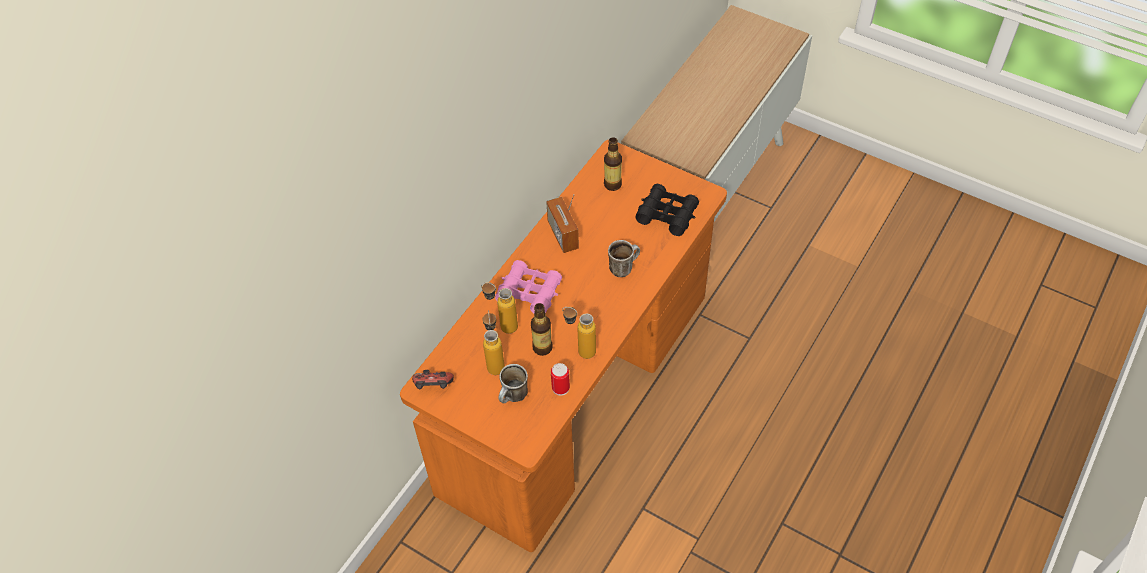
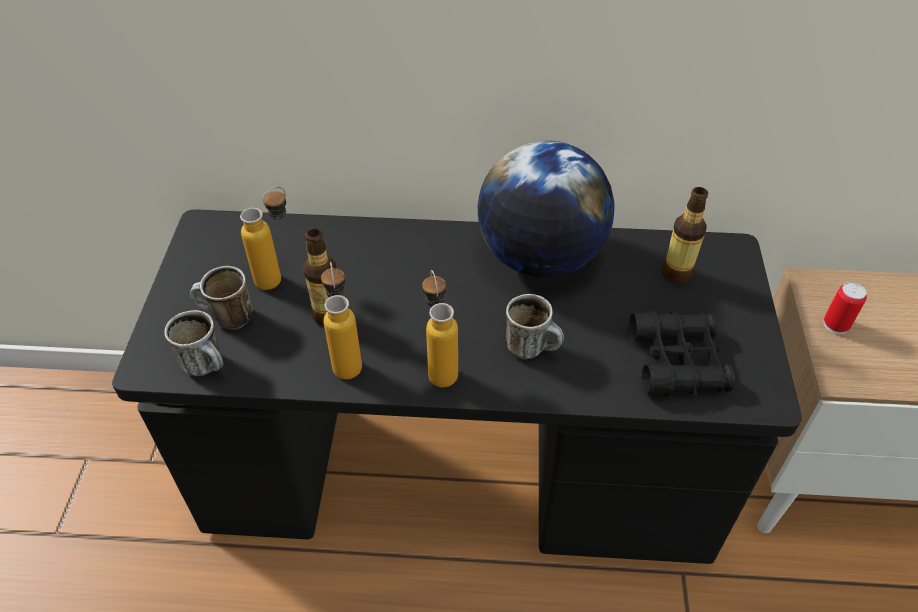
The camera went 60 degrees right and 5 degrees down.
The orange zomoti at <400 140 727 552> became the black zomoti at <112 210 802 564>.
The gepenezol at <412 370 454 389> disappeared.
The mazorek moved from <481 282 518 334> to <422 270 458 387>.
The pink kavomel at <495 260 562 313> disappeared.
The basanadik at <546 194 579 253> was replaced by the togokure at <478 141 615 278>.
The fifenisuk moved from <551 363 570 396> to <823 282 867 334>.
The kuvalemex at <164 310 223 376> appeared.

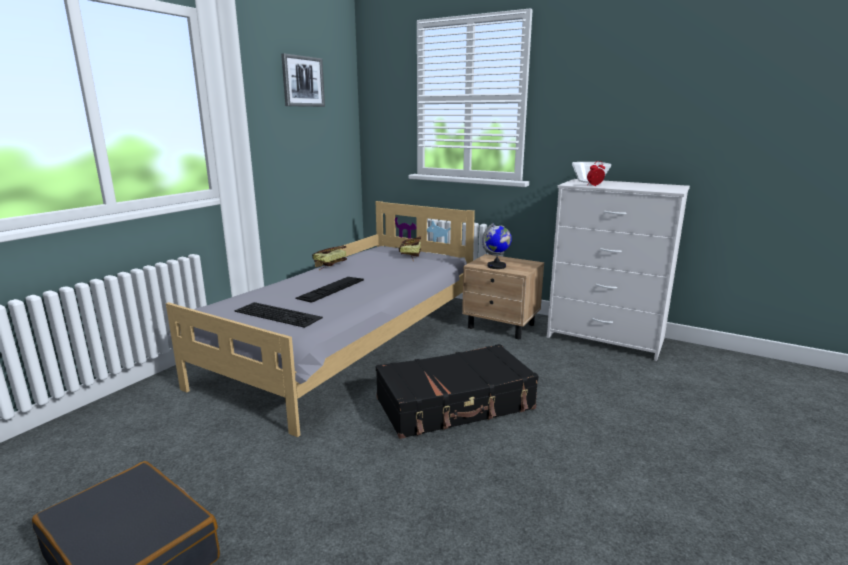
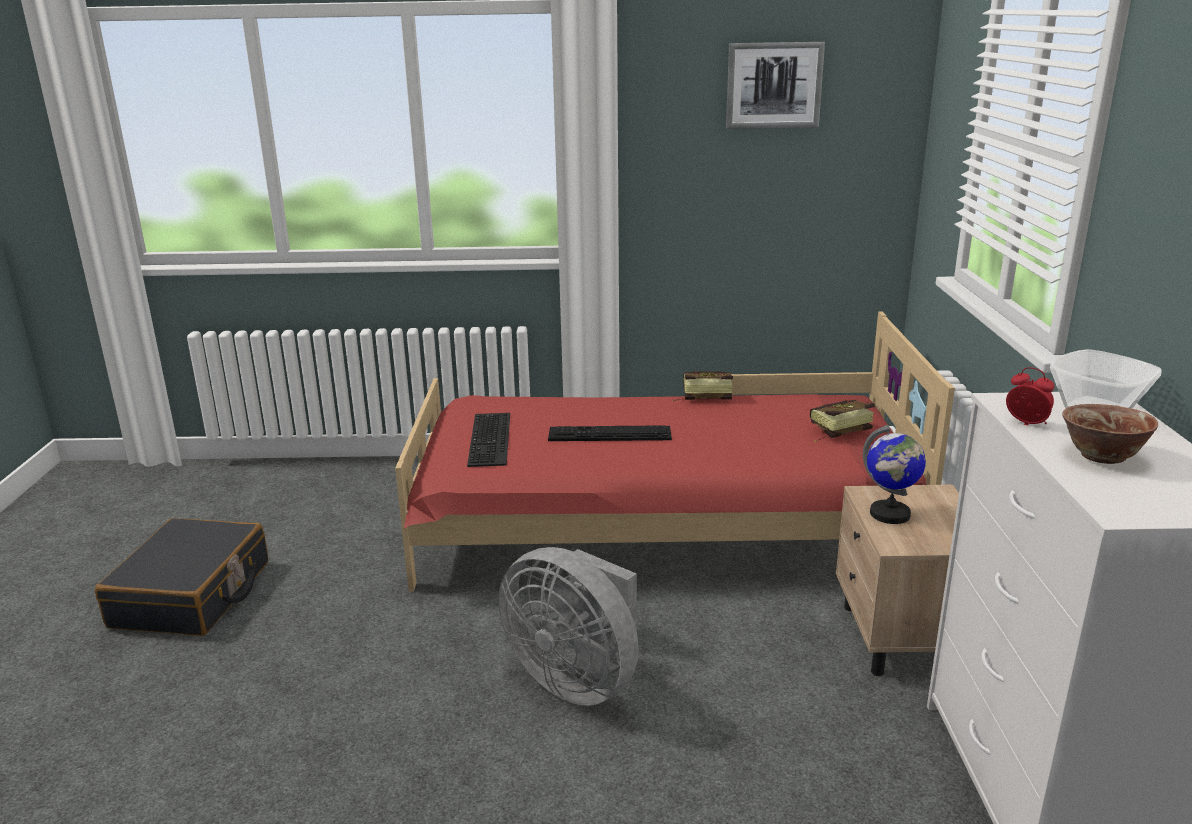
The camera went 60 degrees right and 5 degrees up.
The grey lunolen at <166 201 475 437> became the red lunolen at <395 312 955 591>.
The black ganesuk at <376 344 538 439> was replaced by the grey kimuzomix at <499 547 639 706>.
The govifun at <1062 404 1158 464> appeared.

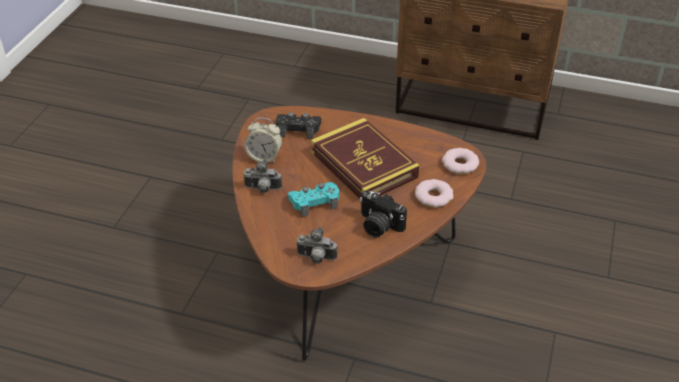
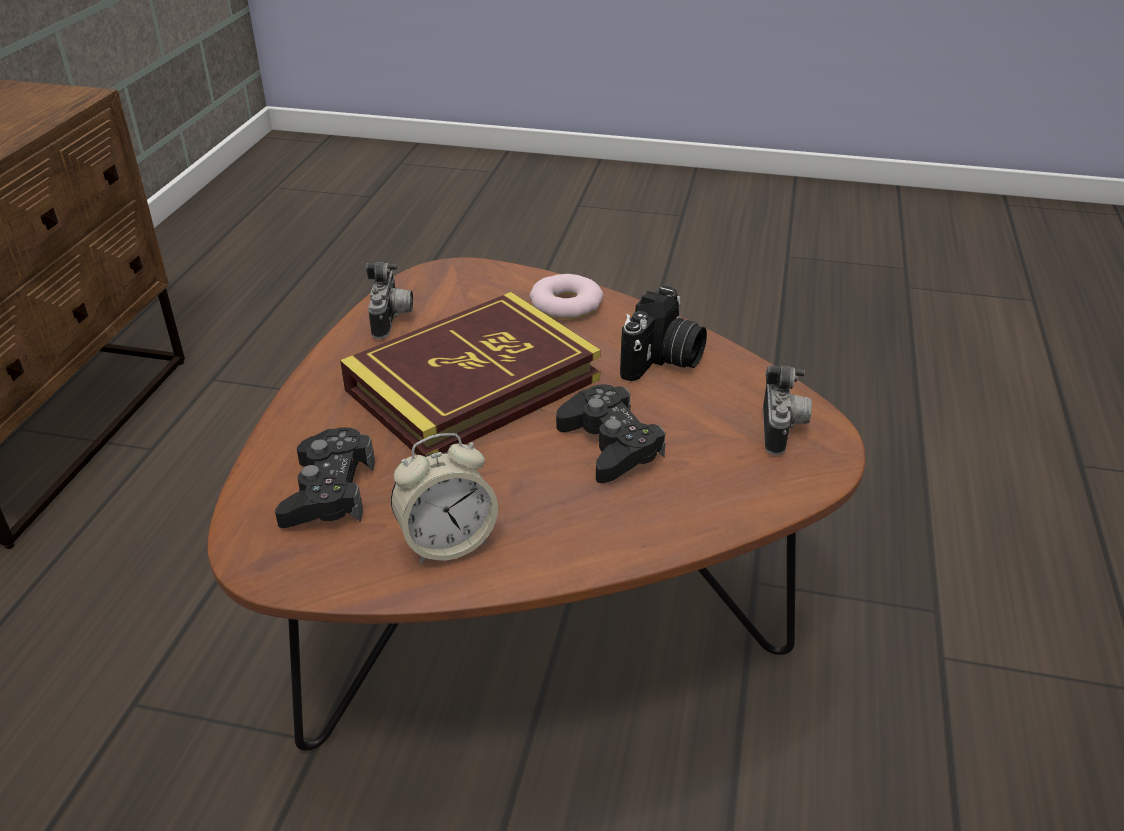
The camera went 95 degrees left and 5 degrees down.
The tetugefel at <244 118 282 163> turned 60 degrees clockwise.
The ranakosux moved from <244 159 282 193> to <366 262 413 339>.
The turquoise gepenezol at <288 182 339 217> became the black gepenezol at <556 384 666 483>.
The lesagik at <442 148 479 174> disappeared.

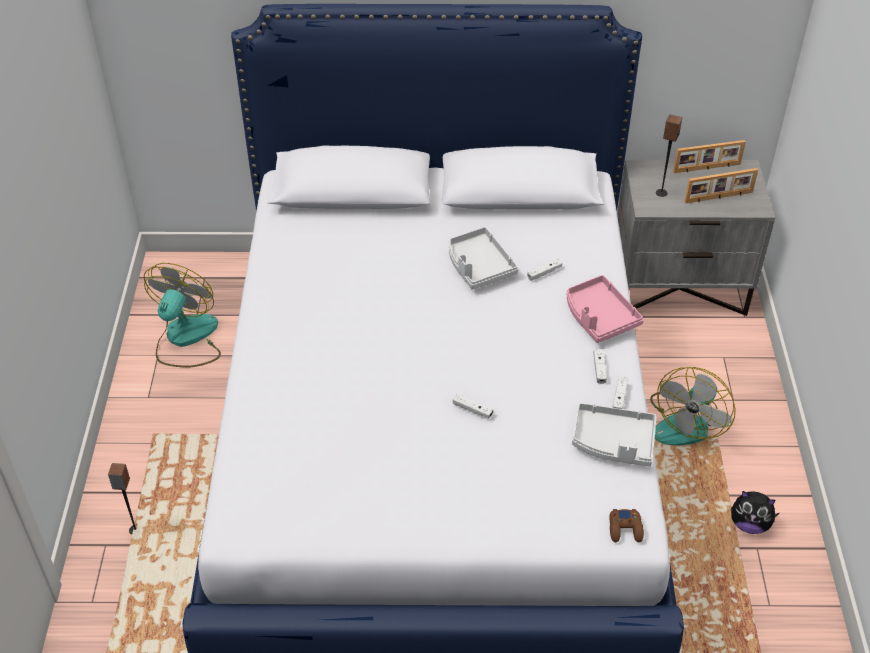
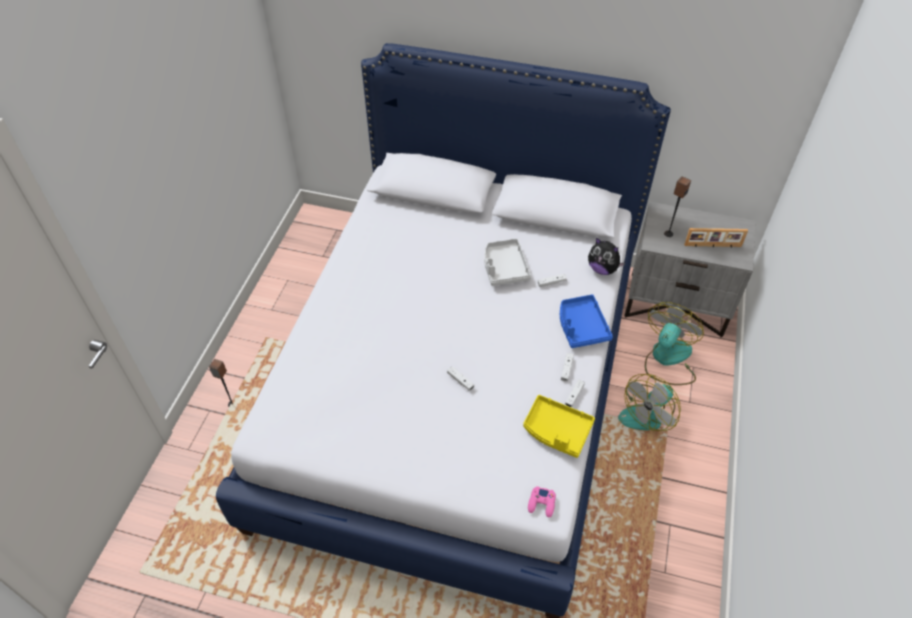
The camera went 15 degrees right and 5 degrees up.
The kimuzomix moved from <144 263 221 368> to <645 302 704 385>.
The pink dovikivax at <567 275 644 343> became the blue dovikivax at <560 294 613 348>.
The grey dovikivax at <572 403 657 466> became the yellow dovikivax at <523 395 595 458>.
The brown gepenezol at <609 509 644 542> became the pink gepenezol at <528 486 556 517>.
The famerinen at <673 140 746 173> disappeared.
The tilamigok moved from <731 491 779 534> to <588 237 625 275>.

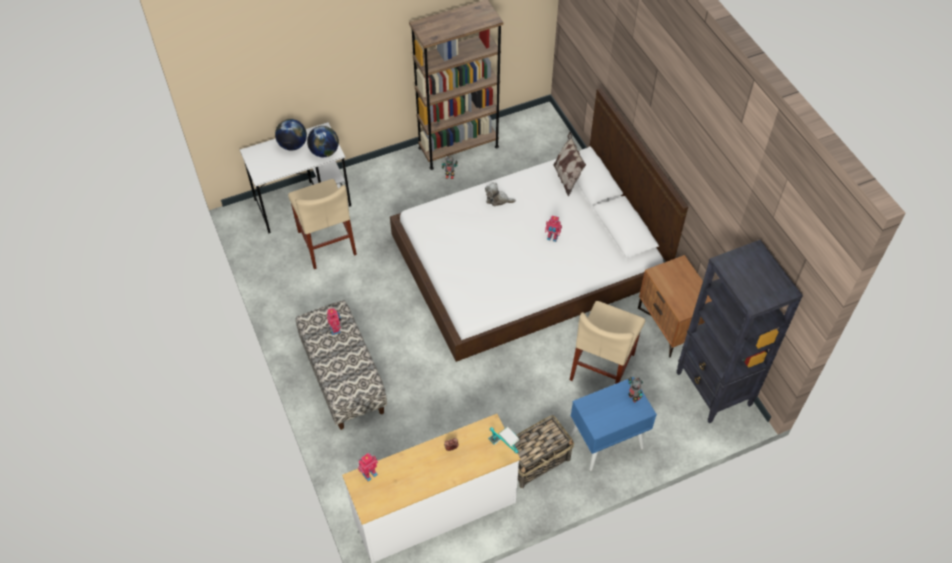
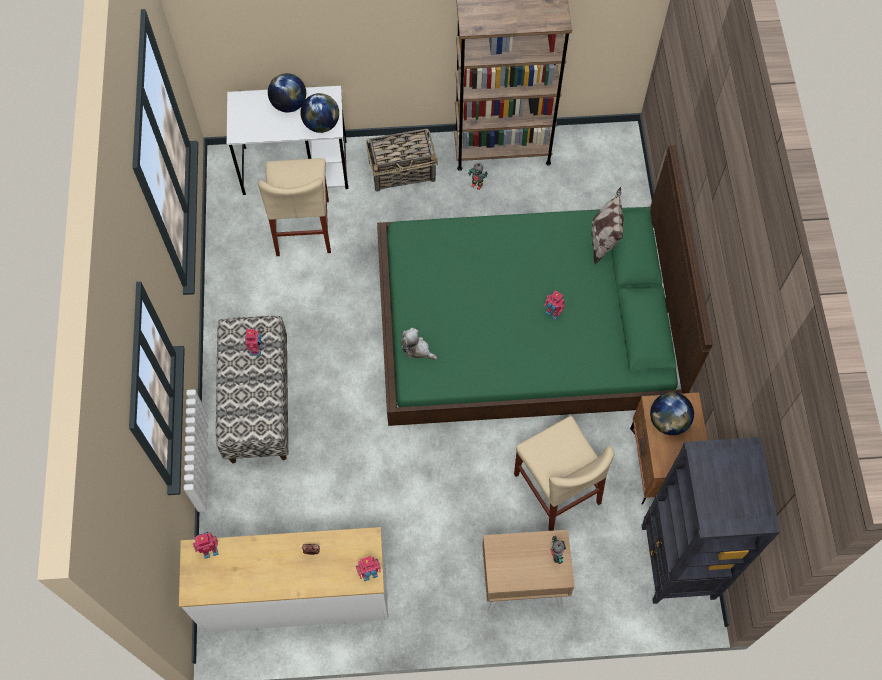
The camera went 20 degrees right and 10 degrees up.
The white lunolen at <390 88 688 362> became the green lunolen at <377 145 713 426>.
The tilamigok moved from <485 182 516 206> to <400 328 437 360>.
The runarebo at <488 427 519 454> was replaced by the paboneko at <356 556 381 581>.
The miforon moved from <514 415 574 488> to <366 129 438 192>.
The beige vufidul at <570 301 645 384> turned 75 degrees counterclockwise.
The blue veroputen at <570 377 657 471> became the beige veroputen at <482 530 575 613>.
The togokure at <650 392 694 435> appeared.

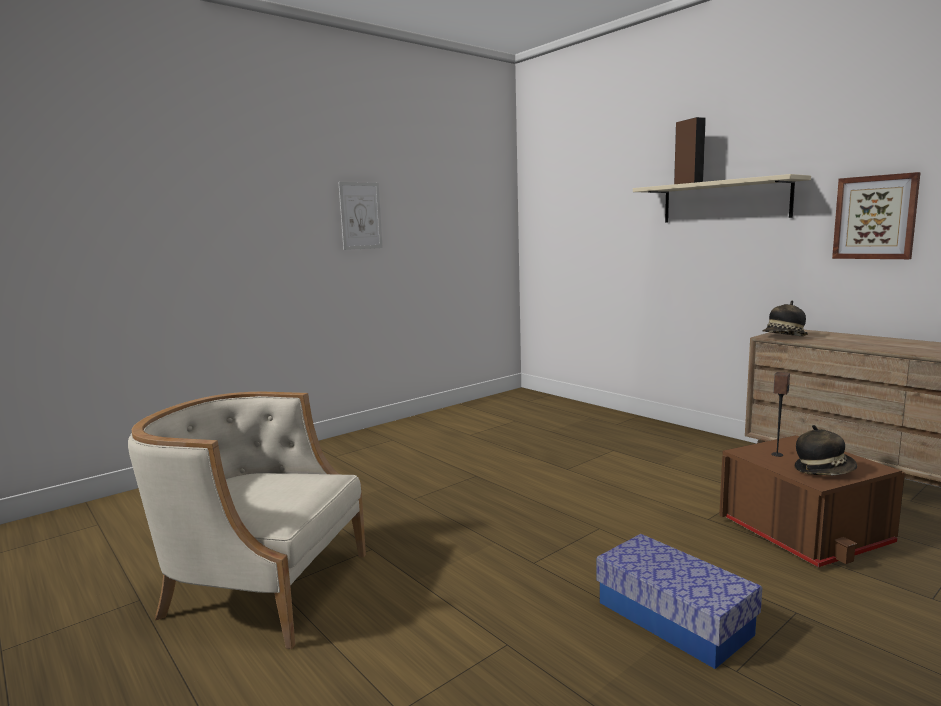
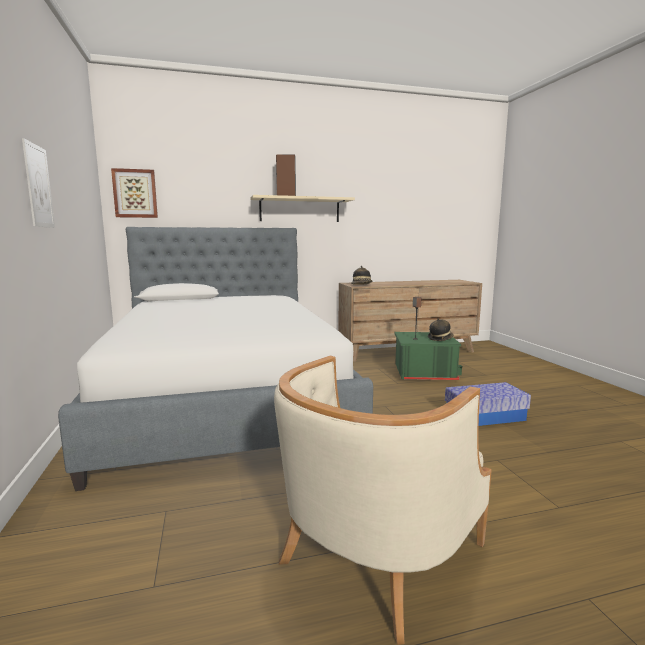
The camera went 65 degrees left and 0 degrees up.
The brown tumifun at <719 435 905 567> became the green tumifun at <394 332 462 380>.
The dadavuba moved from <832 172 921 259> to <111 168 158 218>.
The lunolen at <58 227 373 491> appeared.

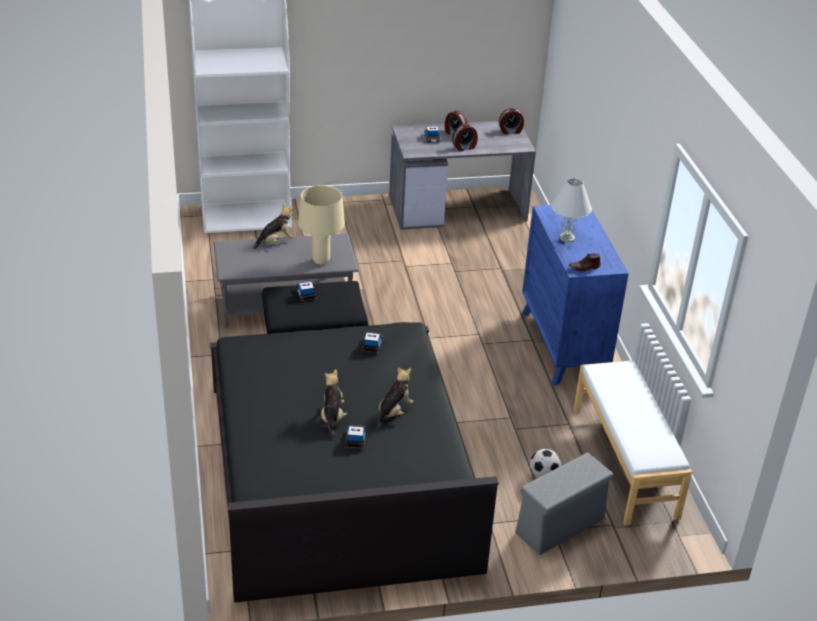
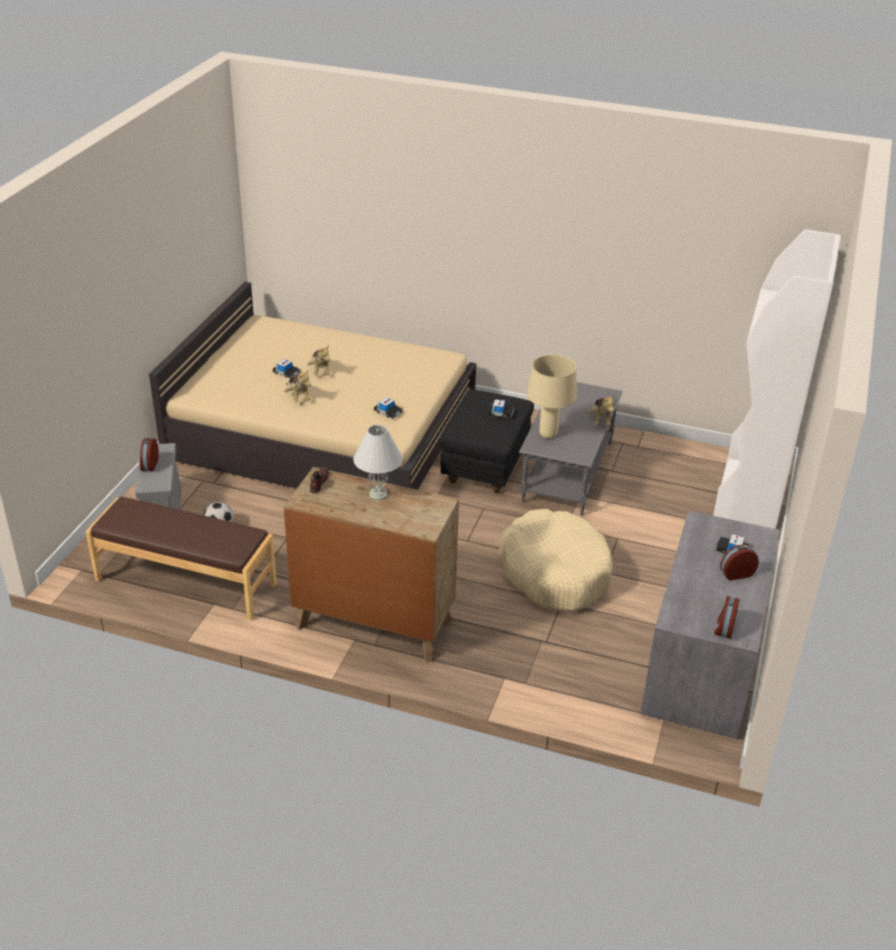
The camera went 120 degrees right and 0 degrees up.
The black lunolen at <210 322 499 603> became the beige lunolen at <149 282 477 490>.
The tilamigok at <321 369 347 438> turned 45 degrees clockwise.
The tetugefel moved from <452 124 478 152> to <140 438 159 471>.
The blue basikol at <521 205 629 386> became the brown basikol at <284 467 459 663>.
The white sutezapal at <573 360 692 525> became the brown sutezapal at <86 496 277 621>.
The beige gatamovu at <500 509 613 612> appeared.

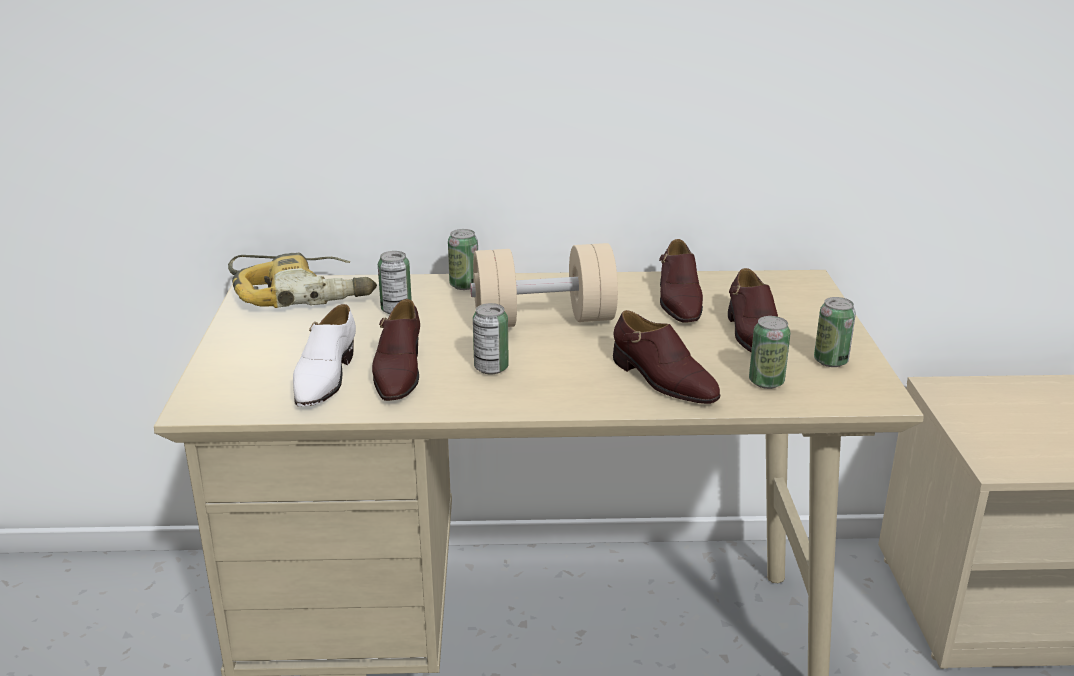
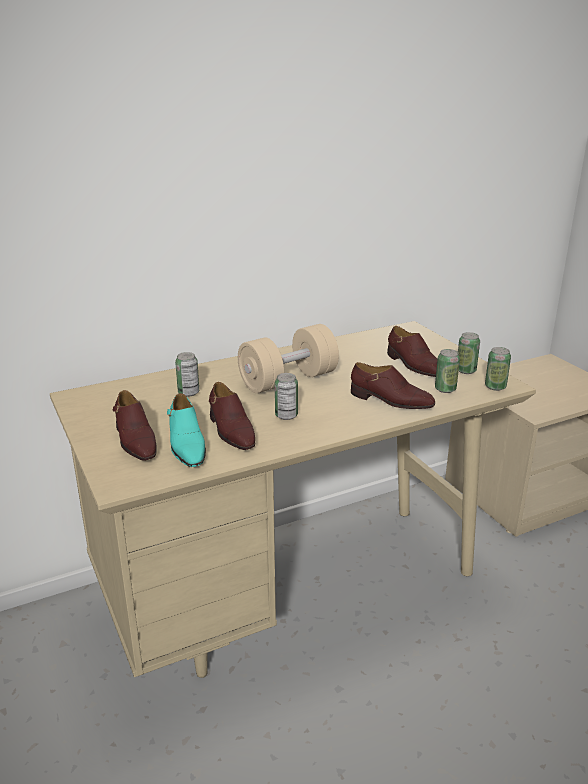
The camera went 25 degrees left and 0 degrees up.
The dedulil at <228 253 377 308> disappeared.
The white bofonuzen at <293 304 356 406> became the turquoise bofonuzen at <167 393 206 467>.
The fifenisuk moved from <448 229 478 290> to <485 347 511 391>.
The brown bofonuzen moved from <659 239 703 323> to <113 390 157 461>.

